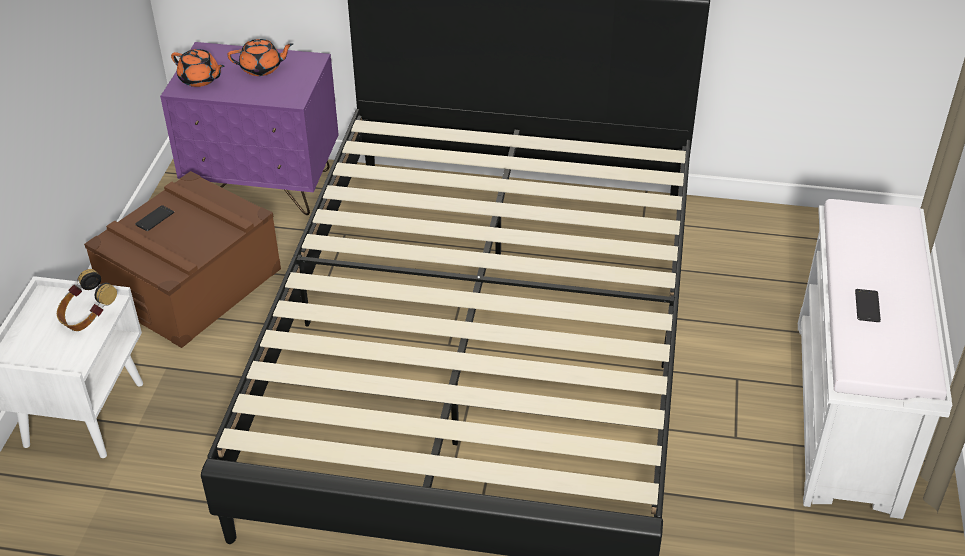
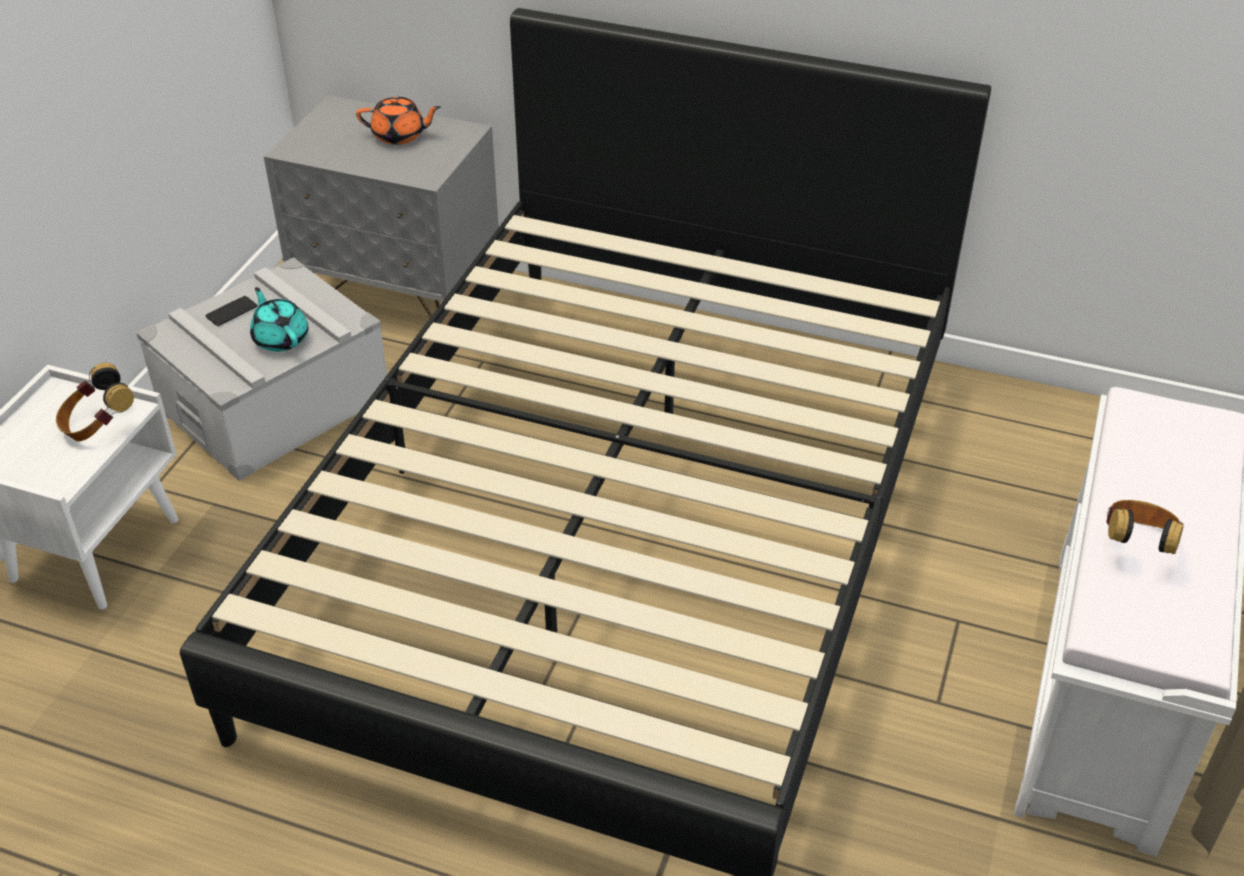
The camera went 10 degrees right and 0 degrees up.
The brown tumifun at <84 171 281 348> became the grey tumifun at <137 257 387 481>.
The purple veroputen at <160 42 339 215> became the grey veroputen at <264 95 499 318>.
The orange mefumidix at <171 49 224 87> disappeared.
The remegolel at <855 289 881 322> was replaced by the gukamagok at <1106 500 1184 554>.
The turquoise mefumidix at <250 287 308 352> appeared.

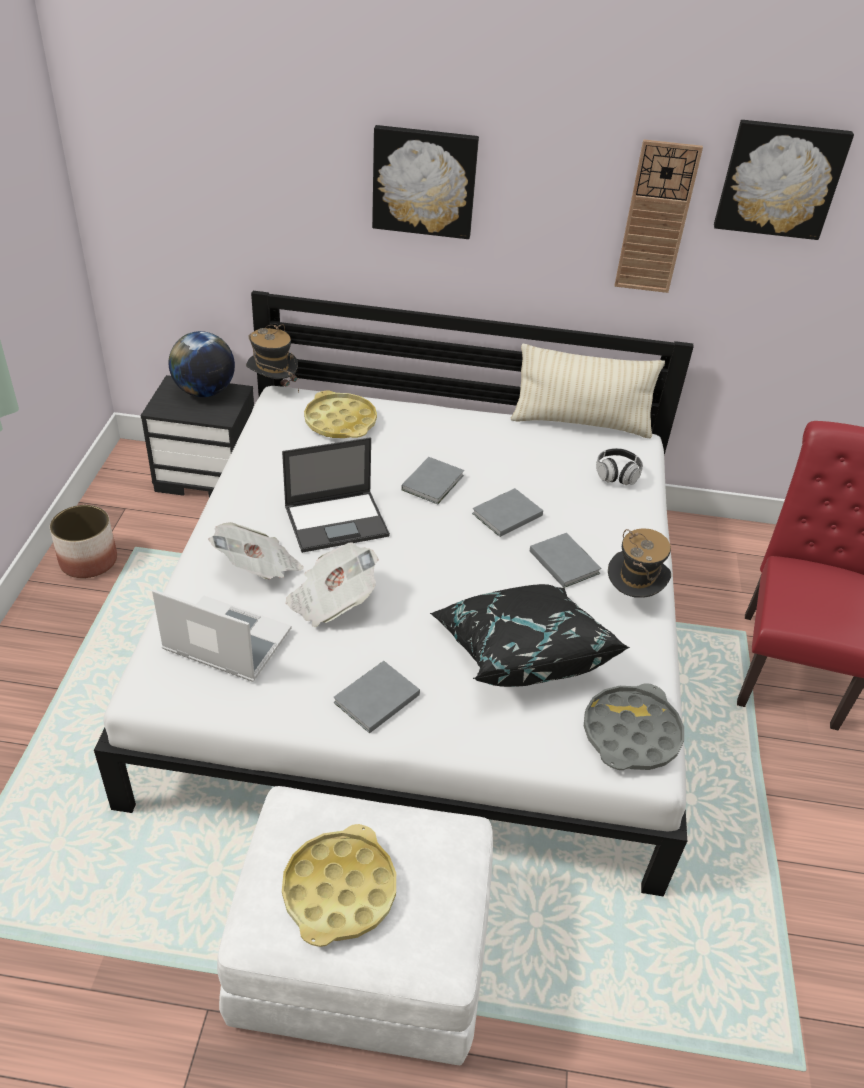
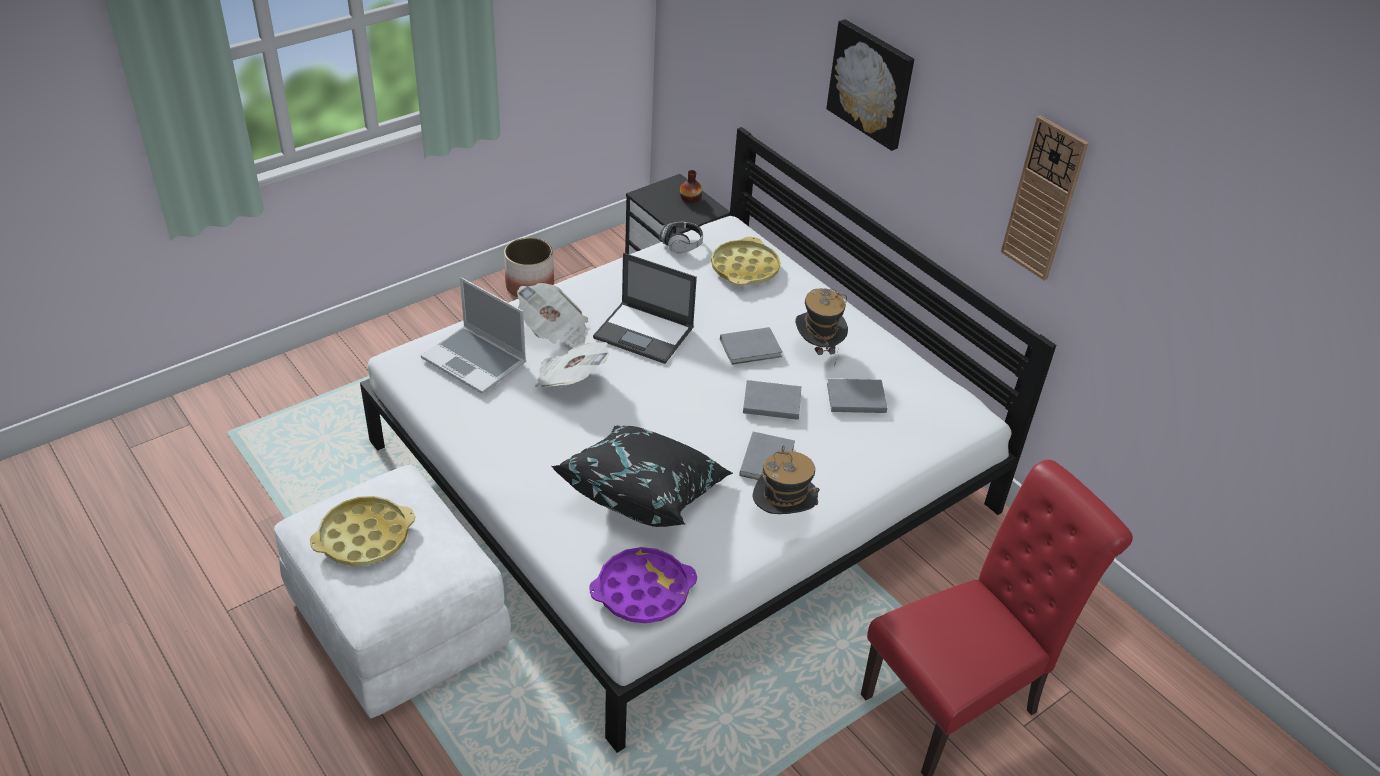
The camera went 45 degrees right and 0 degrees up.
The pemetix at <152 589 291 682> turned 150 degrees clockwise.
The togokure at <169 331 235 397> was replaced by the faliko at <680 170 702 203>.
The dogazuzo moved from <246 325 299 393> to <795 288 848 367>.
The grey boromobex moved from <333 661 420 733> to <827 379 887 413>.
The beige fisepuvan at <511 344 665 438> disappeared.
The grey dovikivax at <584 683 684 770> became the purple dovikivax at <589 547 697 623>.
The gukamagok moved from <596 448 643 485> to <659 222 703 254>.
The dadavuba at <714 120 854 240> disappeared.

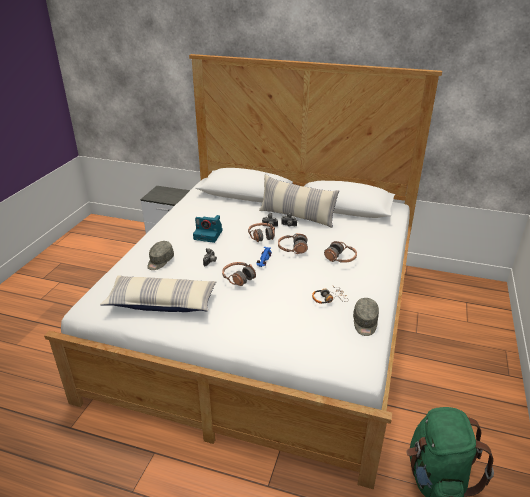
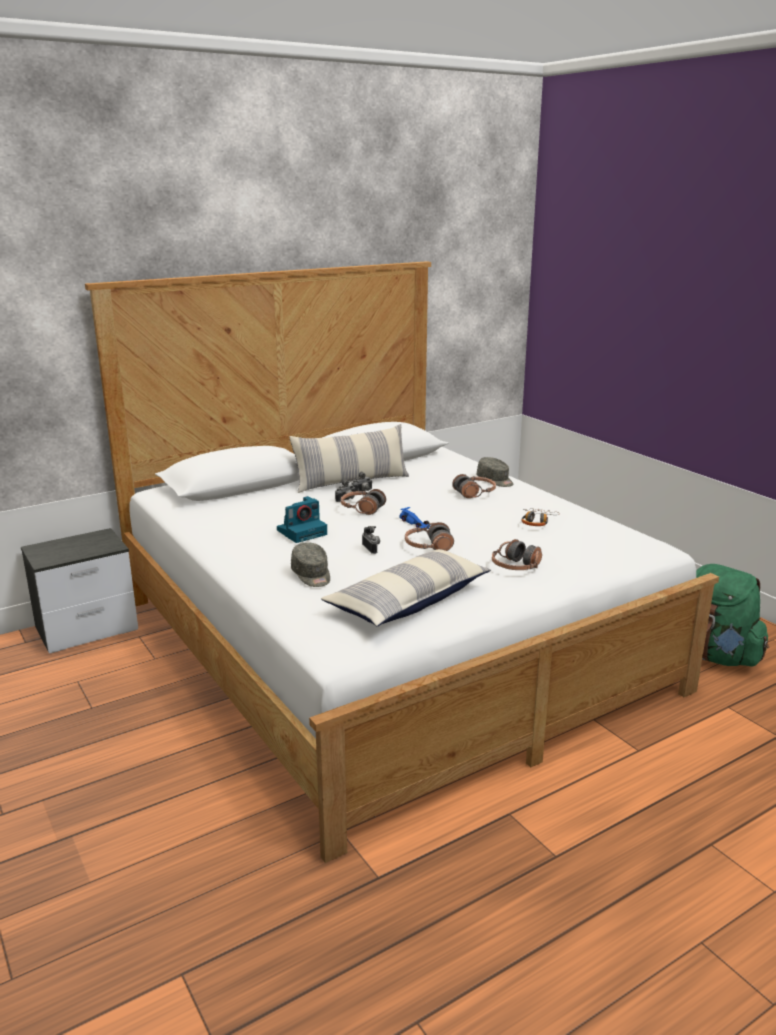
The camera went 50 degrees left and 10 degrees down.
The gukamagok moved from <278 233 308 254> to <492 539 542 570>.
The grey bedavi moved from <353 298 379 336> to <477 457 514 487>.

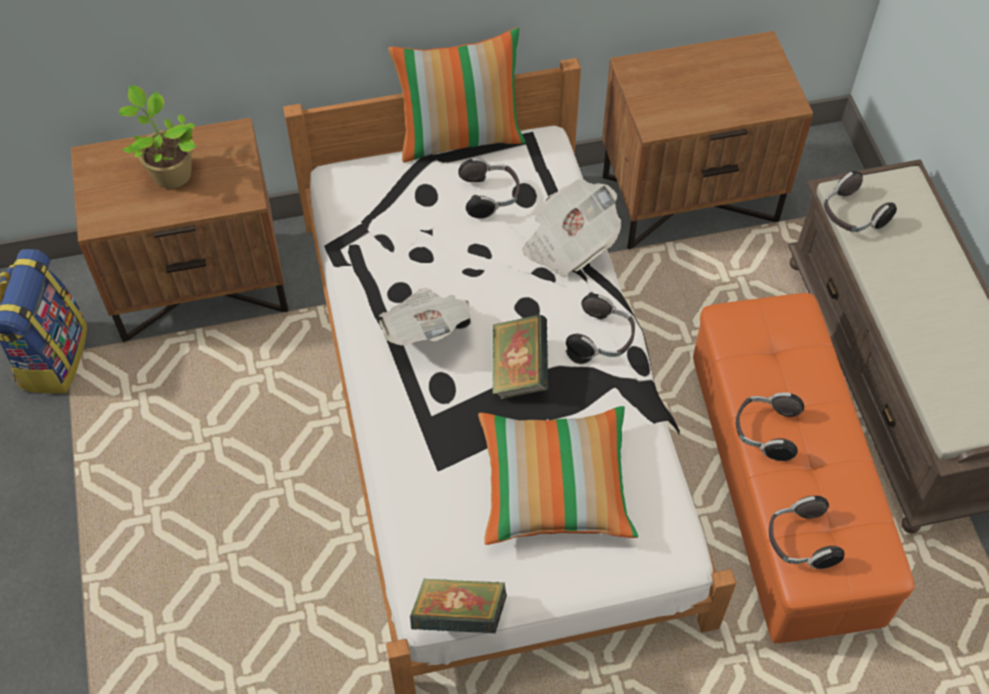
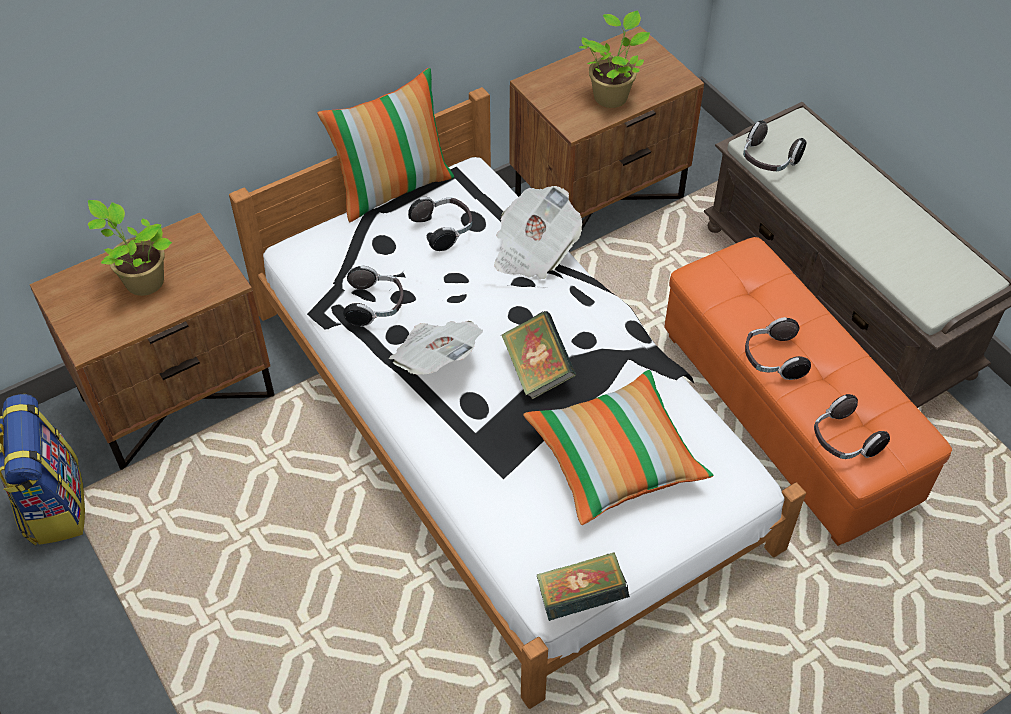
The camera went 20 degrees left and 5 degrees down.
The gukamagok moved from <566 294 635 359> to <343 266 404 327>.
The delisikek at <579 10 650 108> appeared.

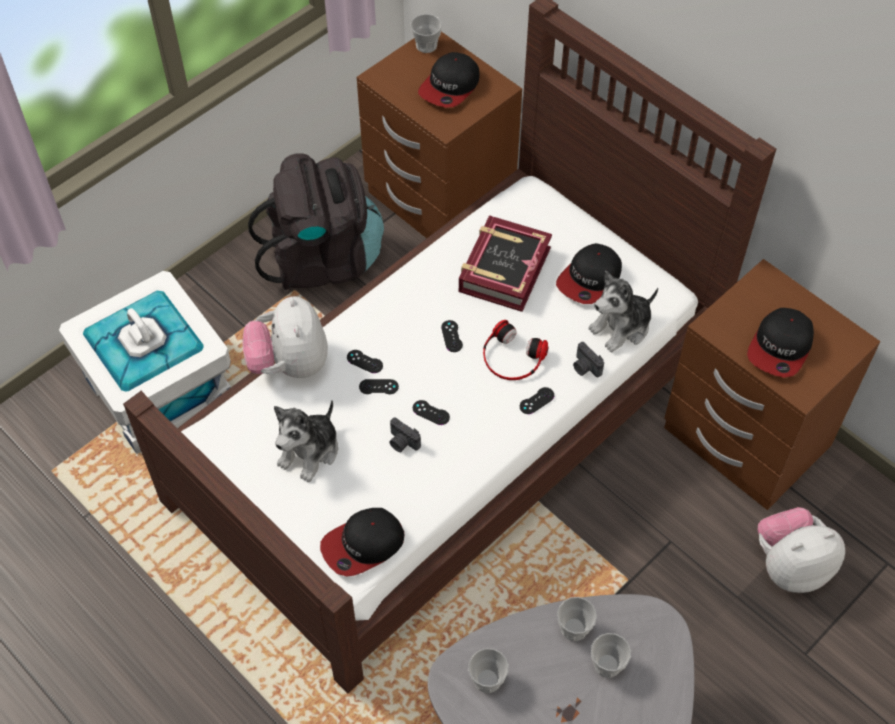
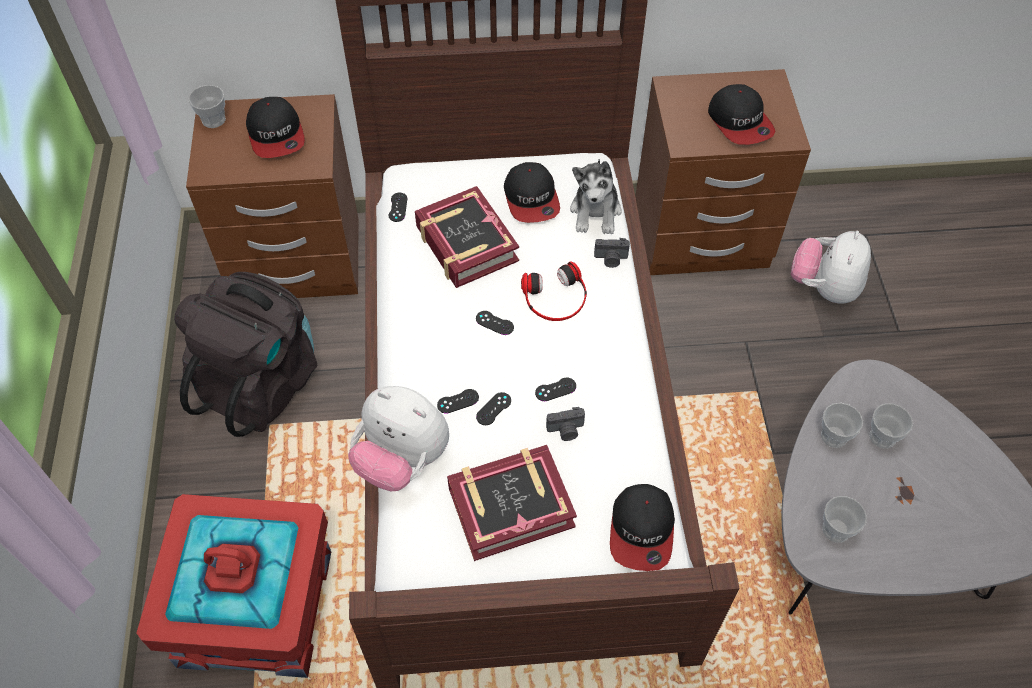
The camera went 50 degrees left and 0 degrees up.
The white tumifun at <59 271 231 454> became the red tumifun at <137 494 331 678>.
The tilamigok at <274 400 338 482> was replaced by the boromobex at <447 445 577 561>.
The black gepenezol moved from <520 387 554 414> to <389 193 407 222>.

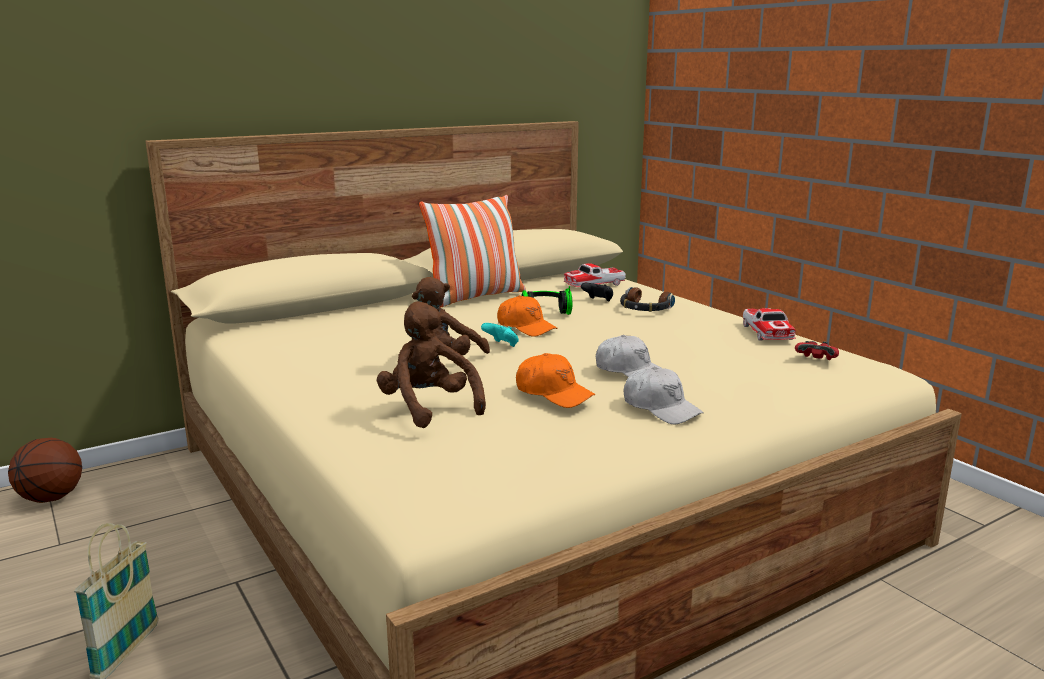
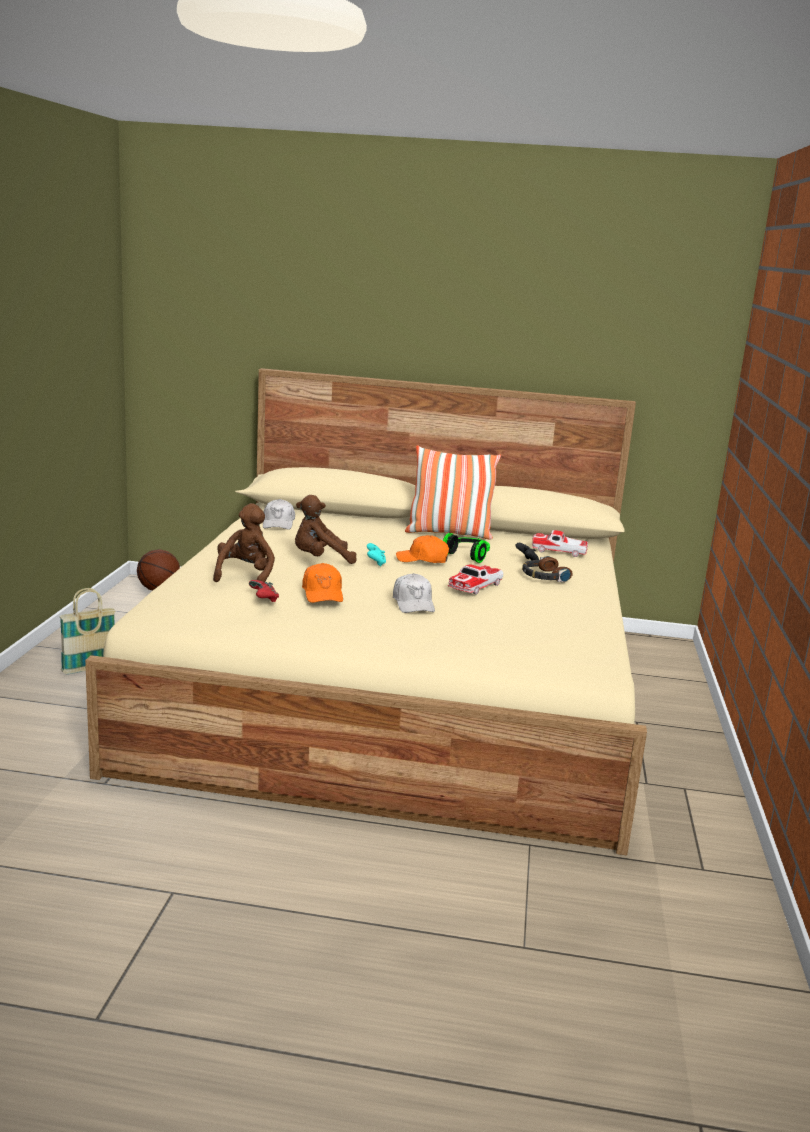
The camera went 40 degrees right and 0 degrees up.
The orange bedavi at <497 295 558 337> turned 105 degrees clockwise.
The white bedavi moved from <624 367 704 424> to <263 499 295 530>.
The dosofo moved from <743 308 796 341> to <448 564 503 595>.
The red gepenezol moved from <795 341 839 360> to <249 580 279 602>.

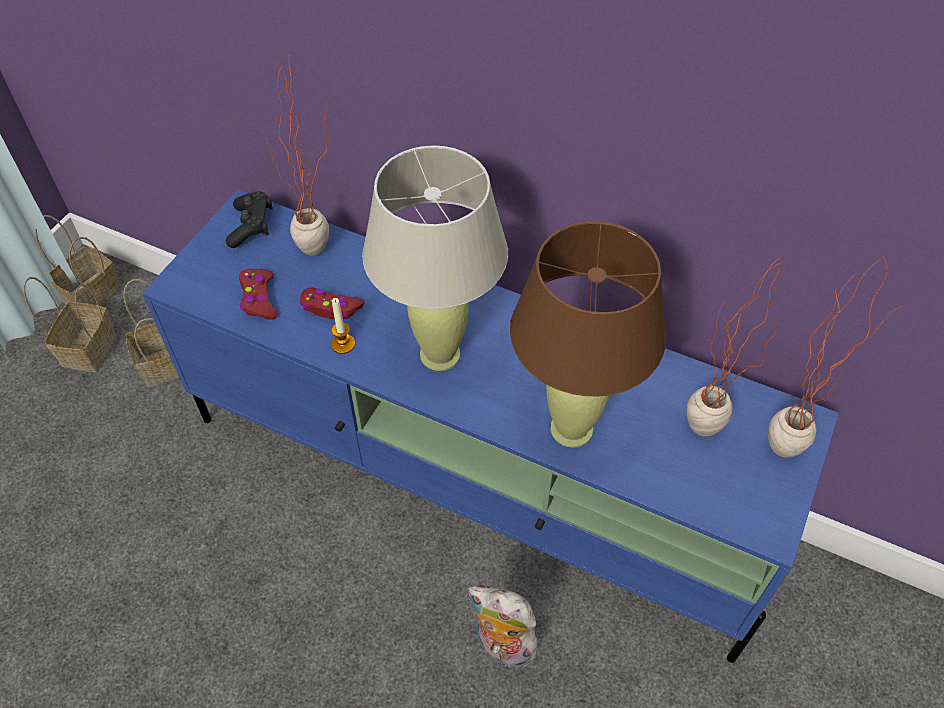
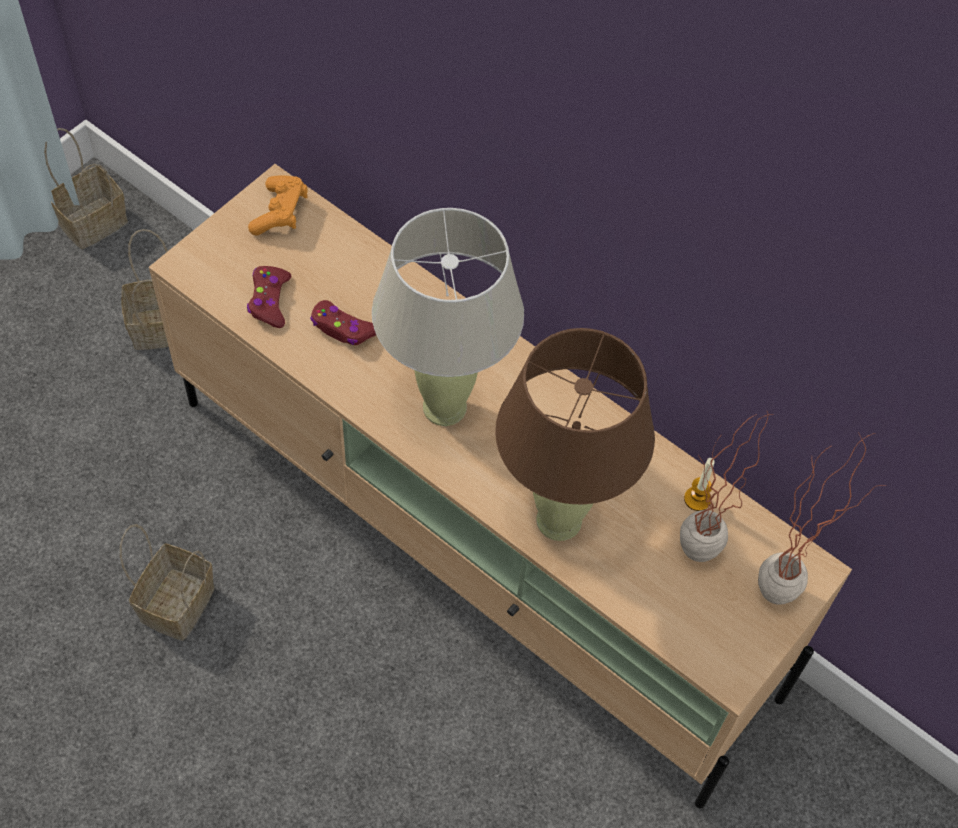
The camera went 10 degrees right and 5 degrees up.
The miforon moved from <24 277 116 372> to <120 524 215 641>.
The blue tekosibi at <142 190 839 663> became the beige tekosibi at <149 164 852 809>.
The black gepenezol at <226 191 273 248> became the orange gepenezol at <248 175 308 236>.
The delisikek at <265 53 329 256> disappeared.
The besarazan moved from <331 298 355 354> to <684 458 715 511>.
The tilamigok at <468 586 538 668> disappeared.

